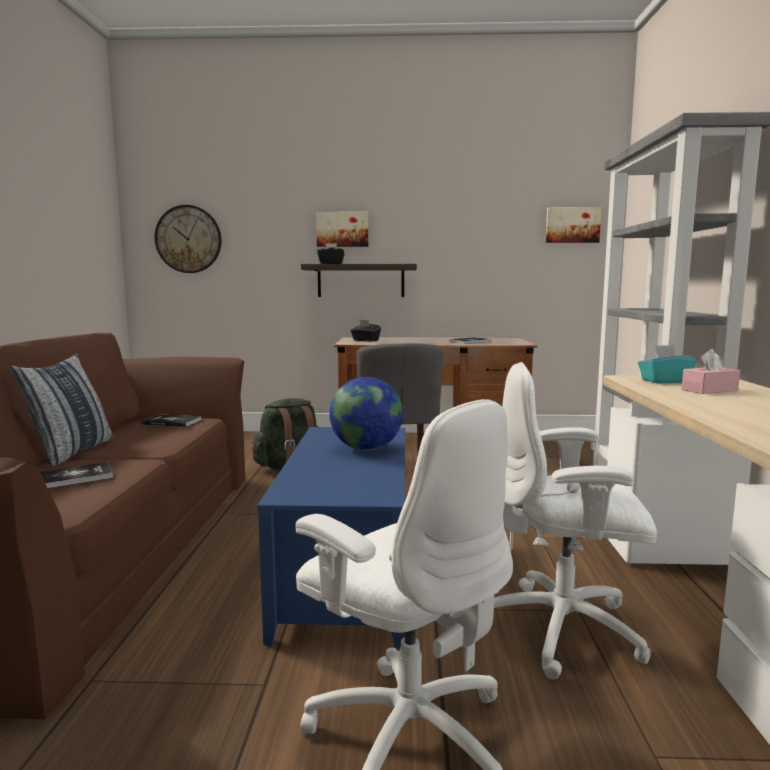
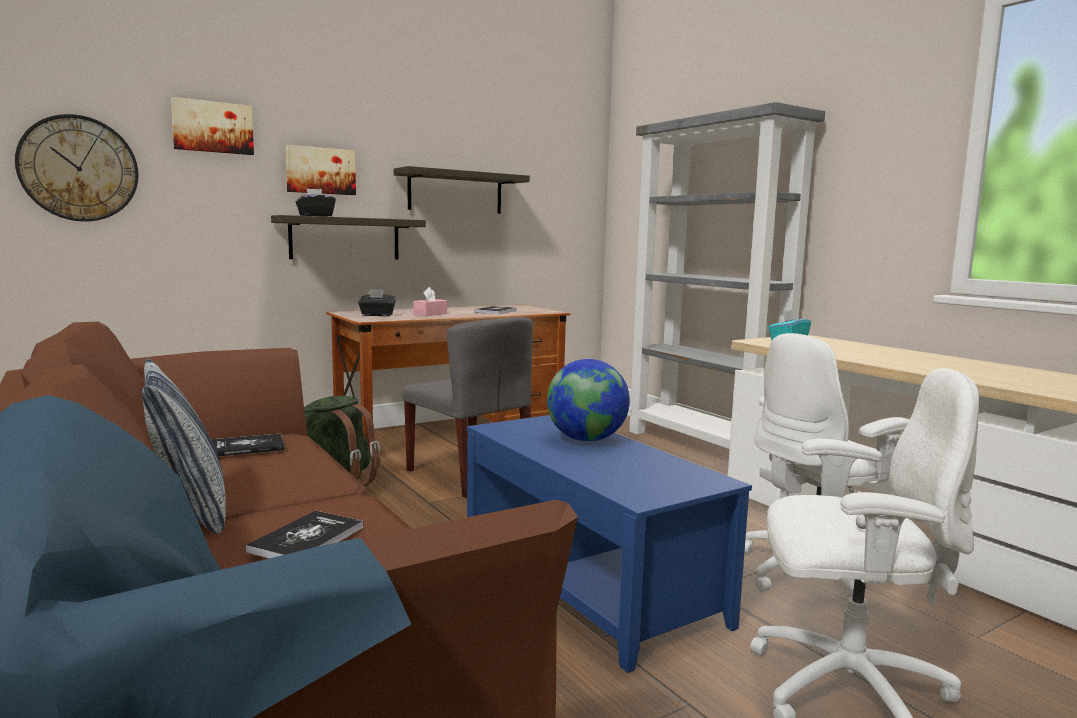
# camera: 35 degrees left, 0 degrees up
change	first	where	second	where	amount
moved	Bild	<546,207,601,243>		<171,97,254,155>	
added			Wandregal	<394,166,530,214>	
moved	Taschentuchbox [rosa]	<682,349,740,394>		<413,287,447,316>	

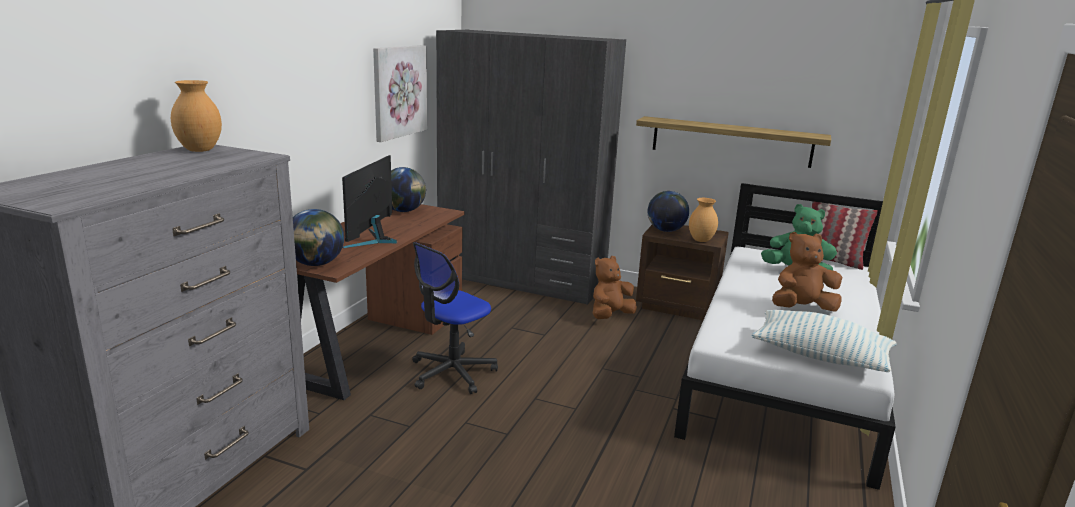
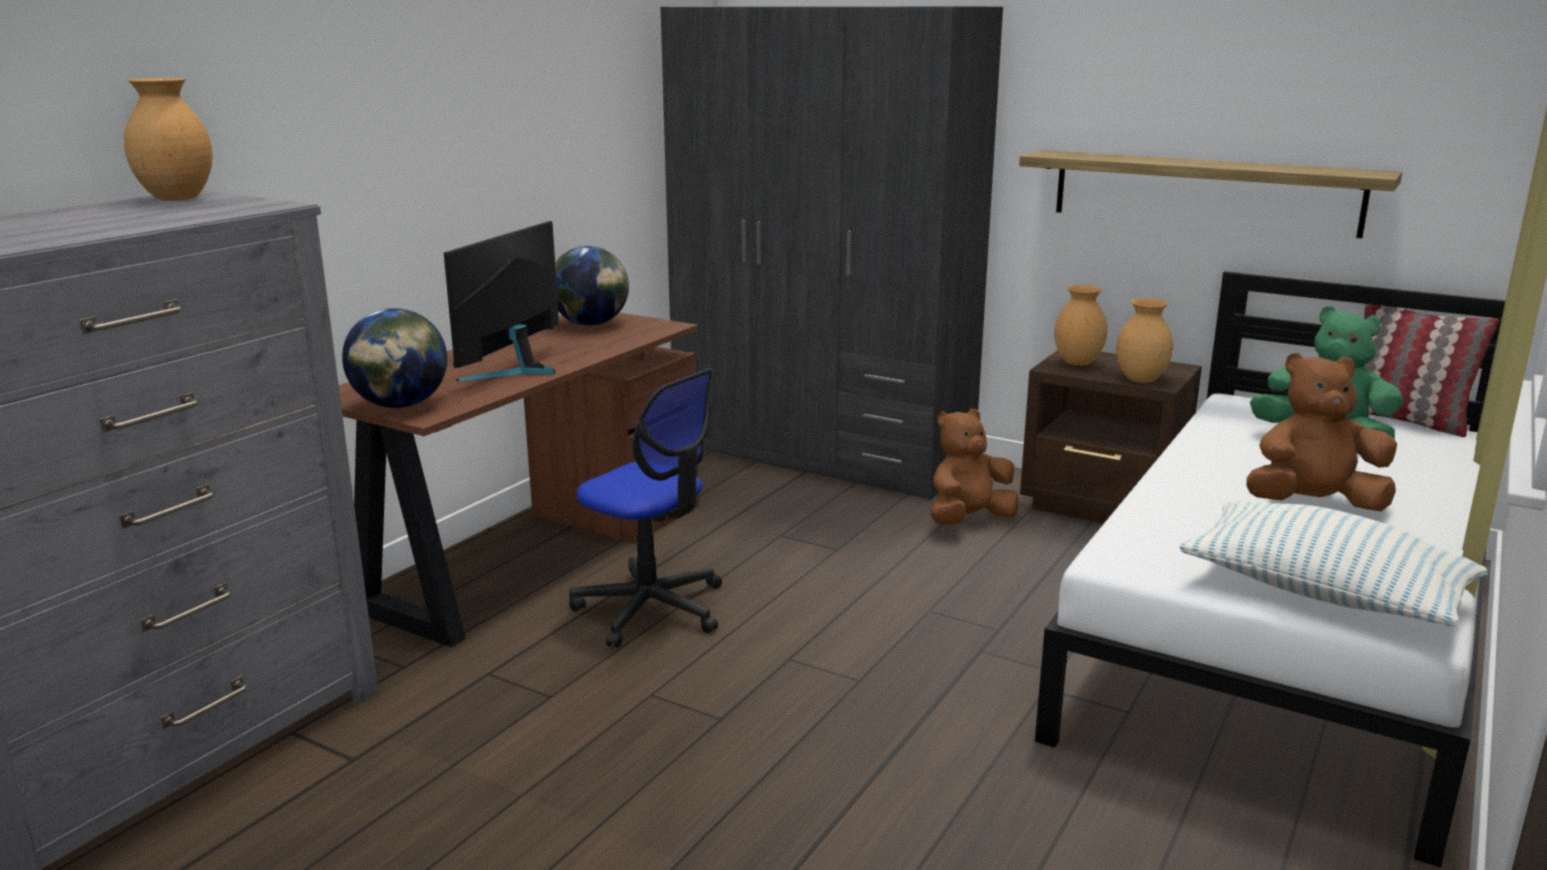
# camera: 10 degrees right, 0 degrees up
change	first	where	second	where	amount
turned	Bürostuhl	<412,242,498,394>		<569,369,722,647>	105 degrees counterclockwise
replaced	Globus	<648,191,689,232>	Vase [braun]	<1054,285,1108,366>	
removed	Bild	<373,45,427,142>			

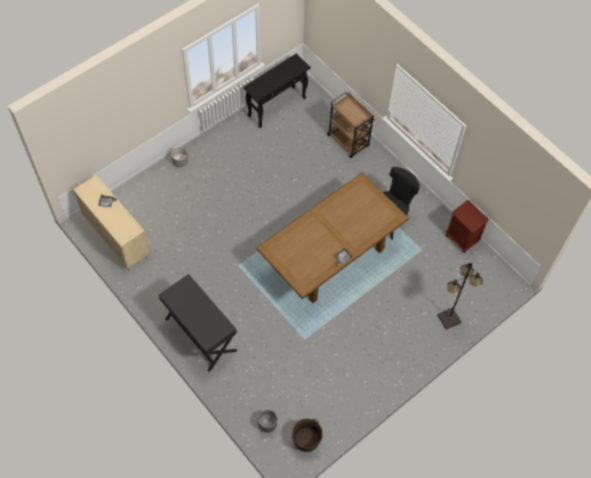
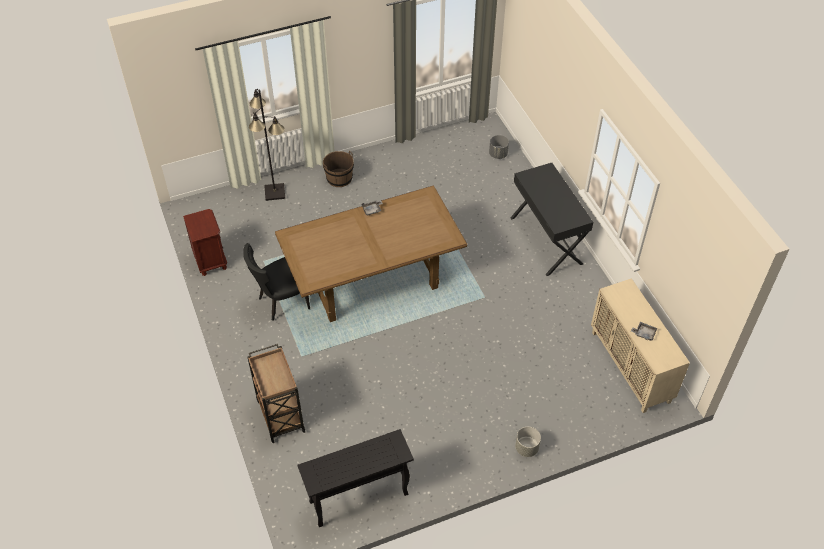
# camera: 160 degrees left, 10 degrees down
change	first	where	second	where	amount
moved	Eimer [braun]	<292,418,323,452>		<323,151,354,187>	

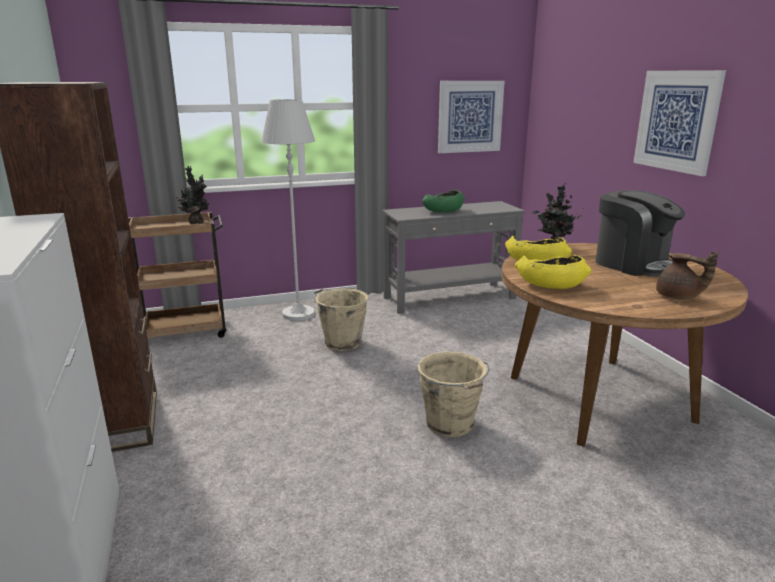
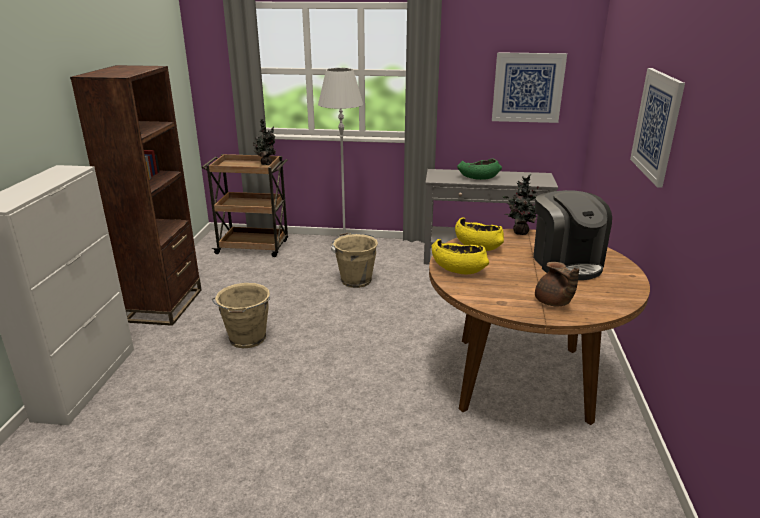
# camera: 25 degrees right, 5 degrees up
change	first	where	second	where	amount
moved	Eimer [beige]	<418,352,490,437>		<212,283,270,348>	

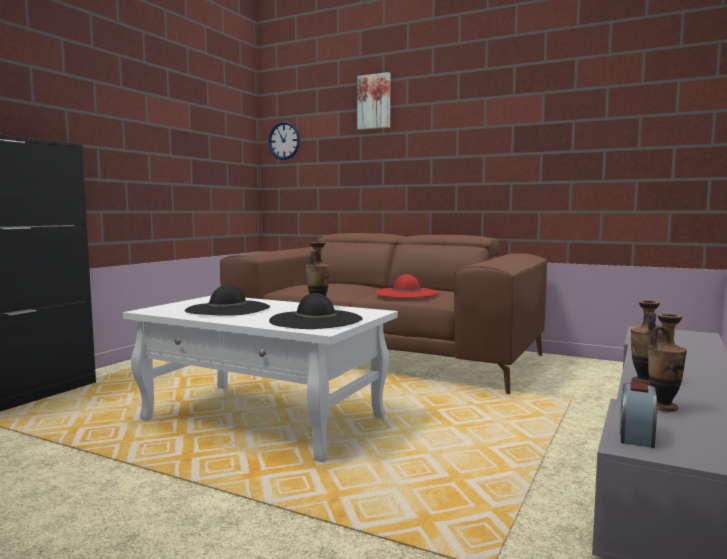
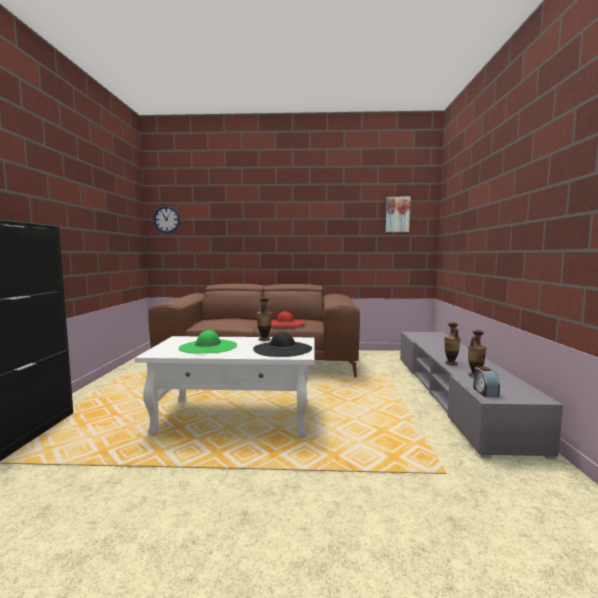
# camera: 25 degrees left, 0 degrees up
change	first	where	second	where	amount
recoloured	Hut [schwarz]	<184,285,270,316>	Hut [grün]	<179,330,237,353>	
moved	Bild	<357,72,390,130>		<386,197,410,232>	

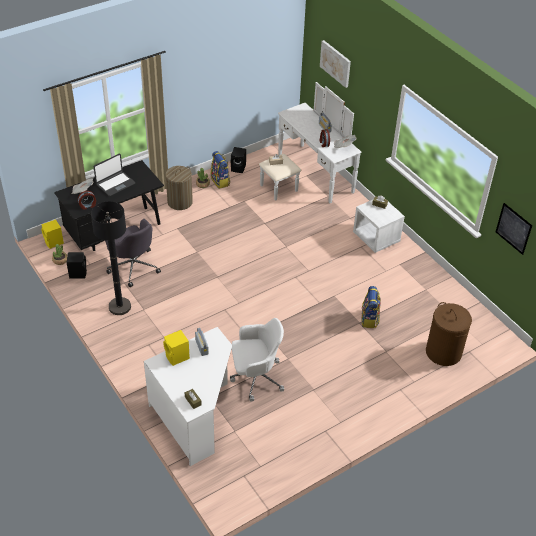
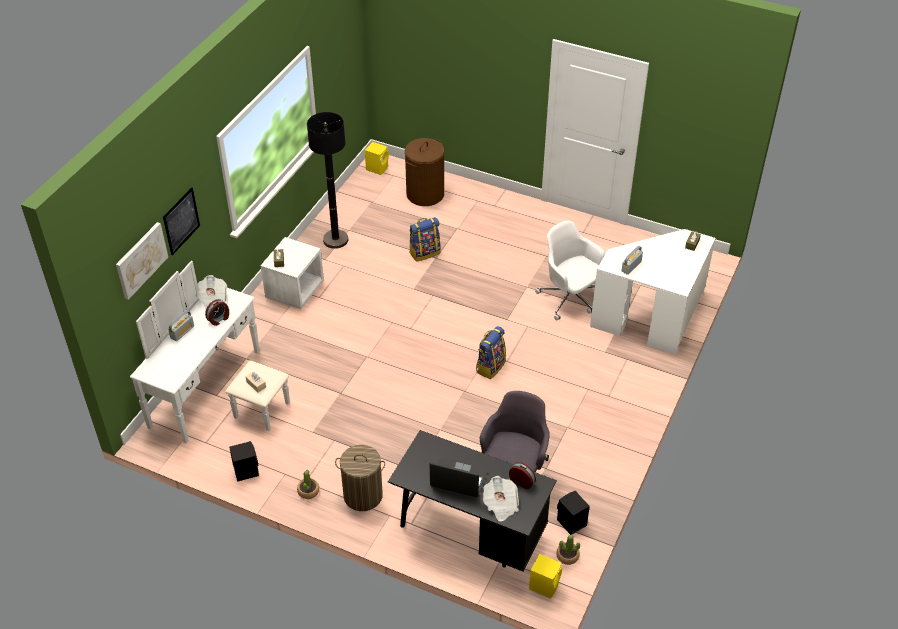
# camera: 120 degrees left, 0 degrees up
change	first	where	second	where	amount
moved	Bild	<496,203,532,255>		<163,188,200,255>	
moved	Stehlampe [schwarz]	<91,201,131,315>		<307,112,348,249>	
moved	Lautsprecher [gelb]	<163,330,190,366>		<365,142,389,175>	
moved	Rucksack	<211,151,230,189>		<476,326,506,379>	

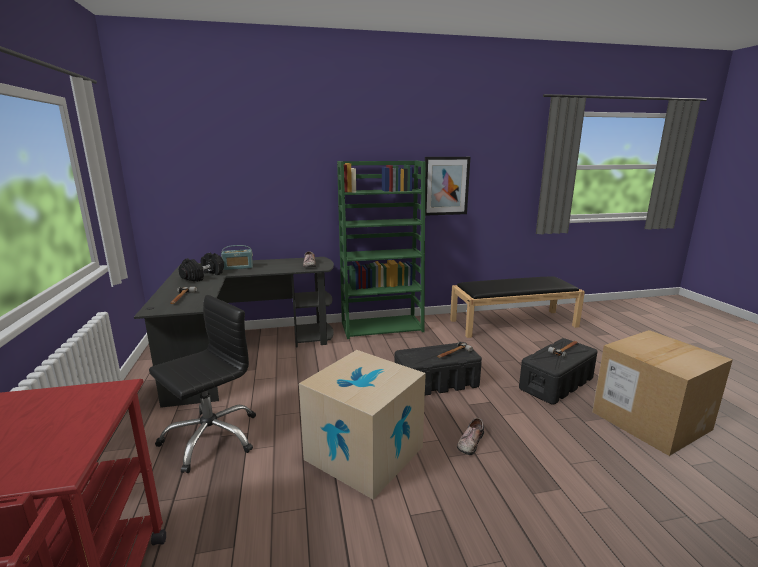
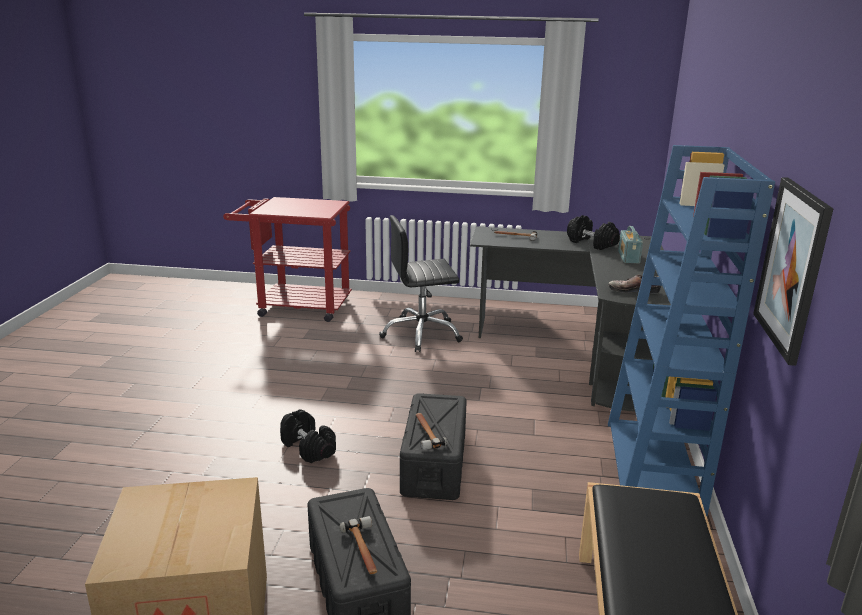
# camera: 110 degrees right, 5 degrees up
change	first	where	second	where	amount
replaced	Schuh	<457,418,484,455>	Hantel [schwarz]	<280,409,336,463>	
turned	Bürostuhl [schwarz]	<149,295,256,473>		<379,215,463,352>	105 degrees clockwise
recoloured	Bücherregal [grün]	<337,161,425,339>	Bücherregal [blau]	<608,145,775,516>	
removed	Karton	<299,350,426,500>			

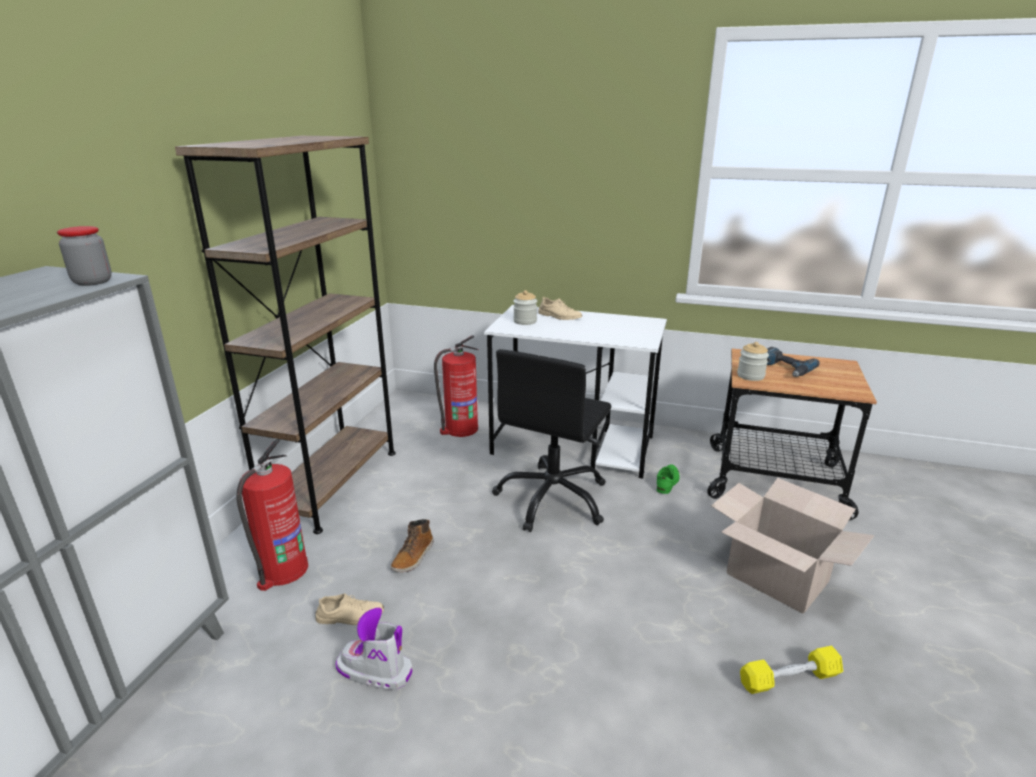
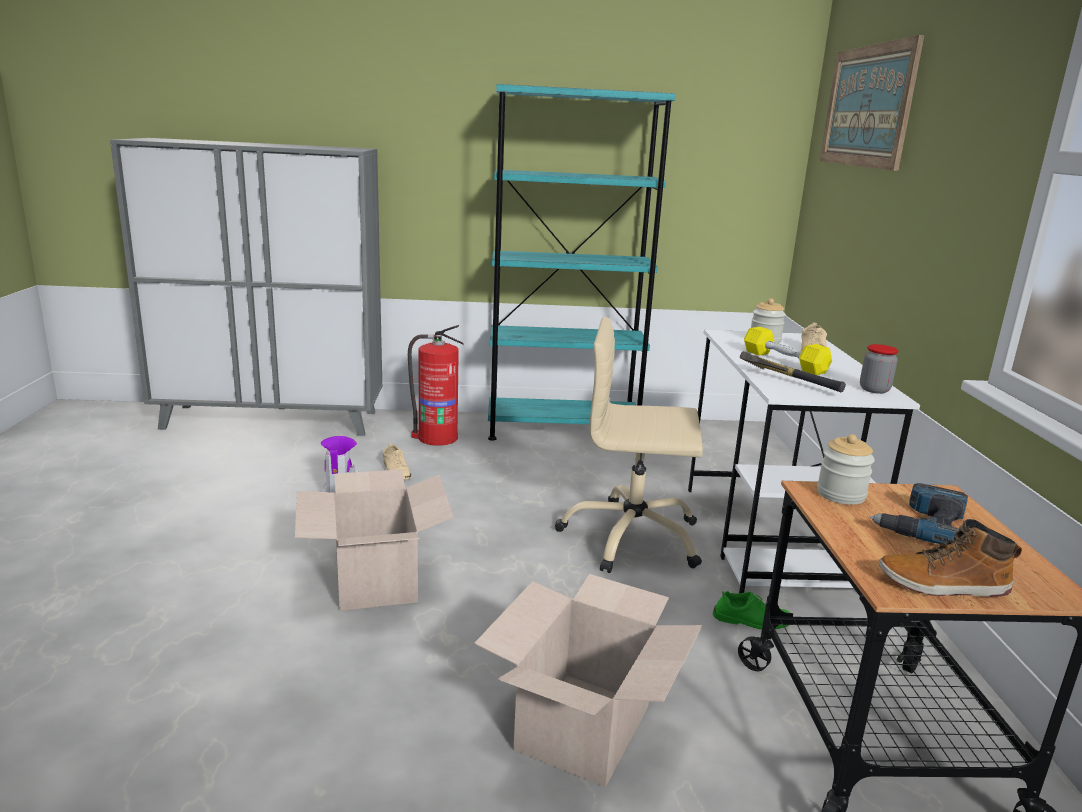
# camera: 70 degrees right, 5 degrees down
change	first	where	second	where	amount
added			Karton	<295,469,454,611>	
recoloured	Bücherregal [braun]	<175,136,396,534>	Bücherregal [türkis]	<488,84,676,441>	
recoloured	Bürostuhl [schwarz]	<492,349,611,532>	Bürostuhl [beige]	<555,317,703,573>	
added			Hammer	<740,351,846,392>	
moved	Hantel [gelb]	<740,646,843,694>		<744,327,832,375>	
added			Bild	<820,35,924,171>	
moved	Vorratsglas	<57,226,112,286>		<860,344,898,394>	
moved	Stiefel	<391,519,434,572>		<879,519,1022,597>	
removed	Feuerlöscher	<434,335,479,437>			

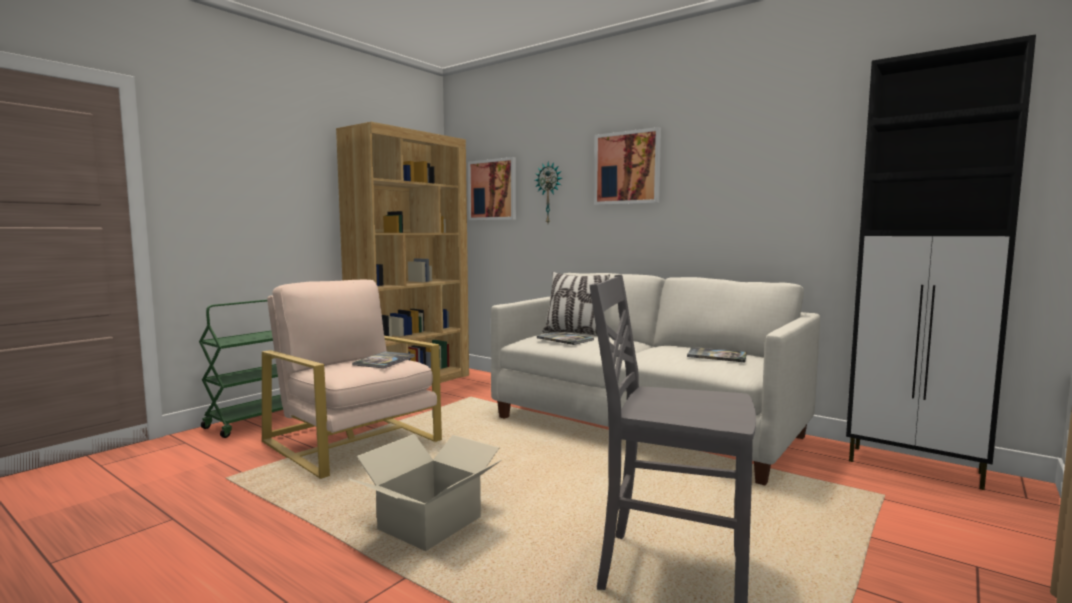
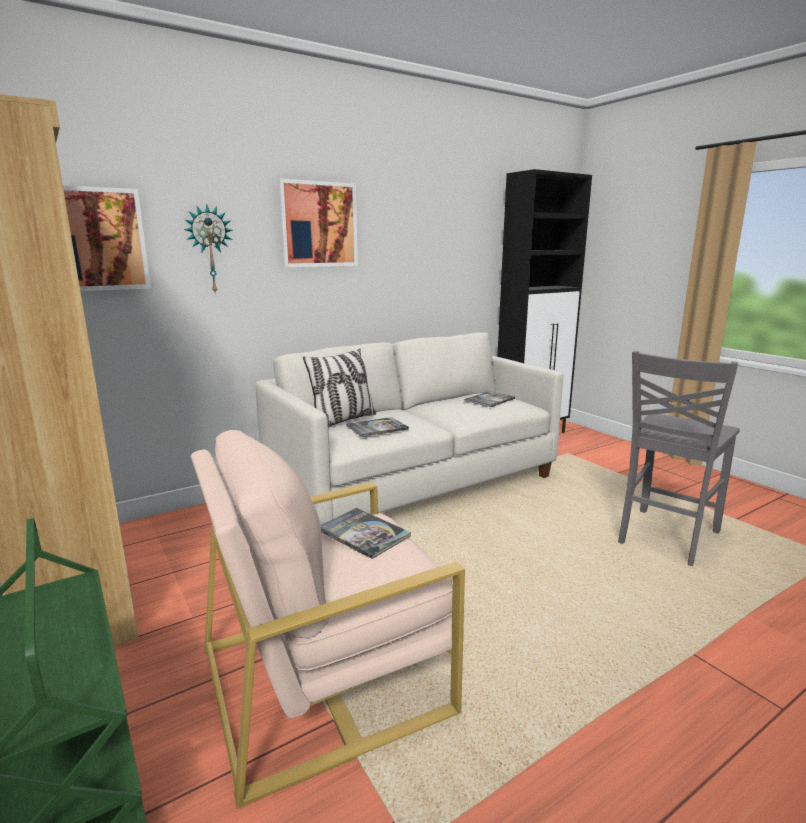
# camera: 70 degrees left, 10 degrees up
change	first	where	second	where	amount
removed	Karton	<349,434,502,551>			

